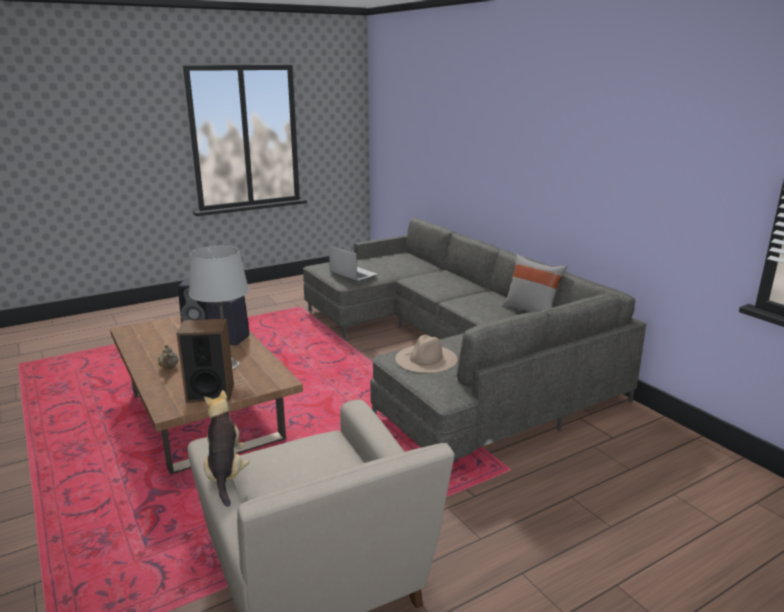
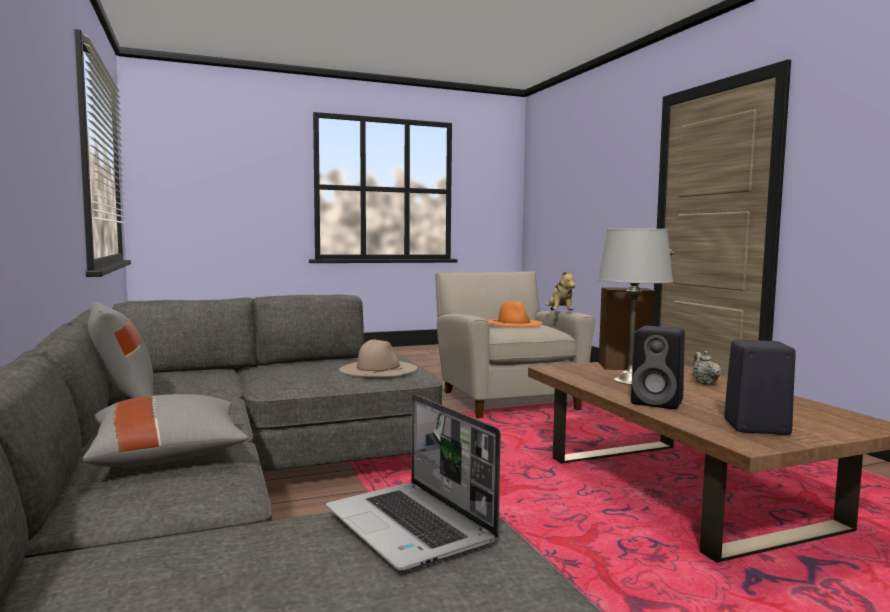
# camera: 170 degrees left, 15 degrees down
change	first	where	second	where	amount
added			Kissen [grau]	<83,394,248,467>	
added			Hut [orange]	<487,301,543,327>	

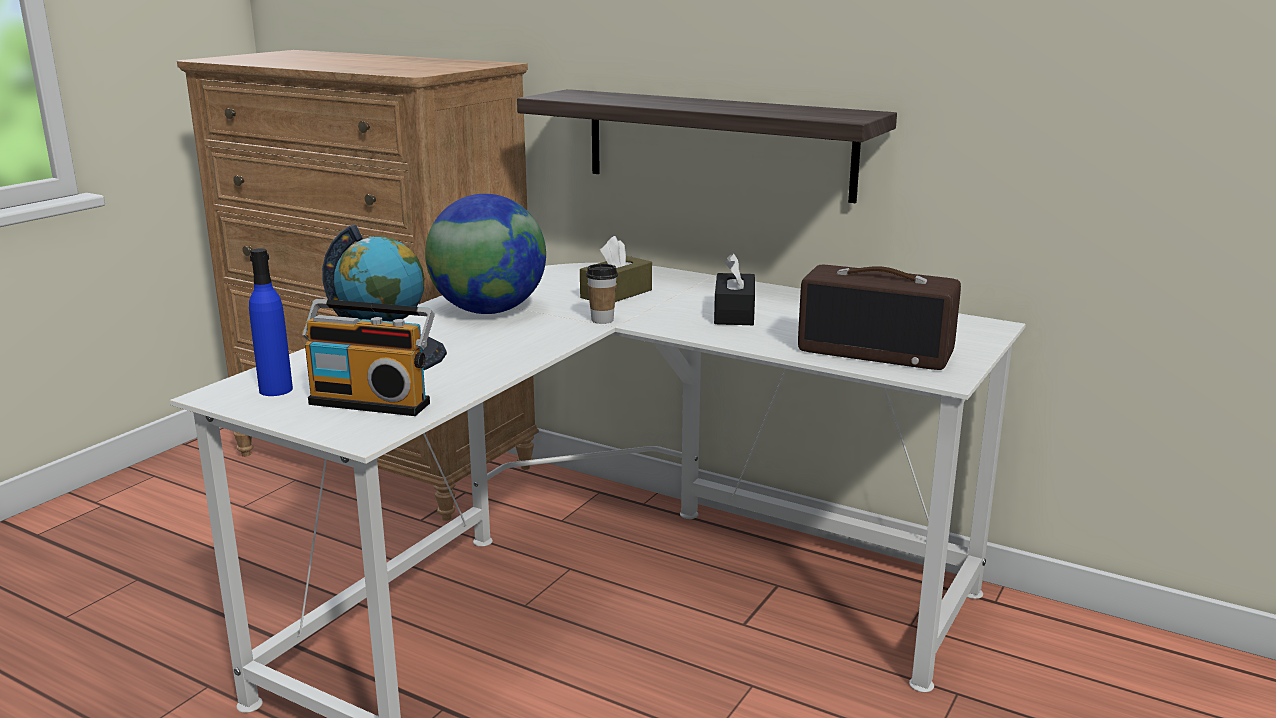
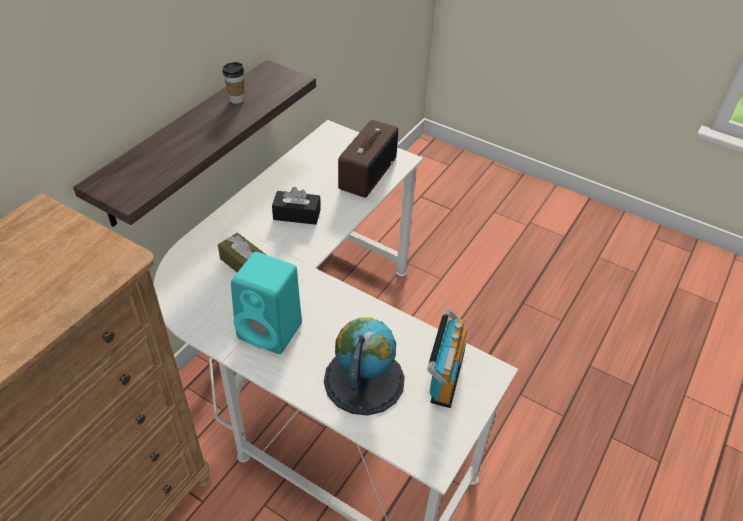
# camera: 90 degrees left, 25 degrees up
change	first	where	second	where	amount
moved	Tasse	<586,264,618,324>		<223,62,244,104>	
replaced	Globus	<425,194,546,314>	Lautsprecher [türkis]	<231,252,302,354>	
removed	Flasche [blau]	<249,248,293,396>			

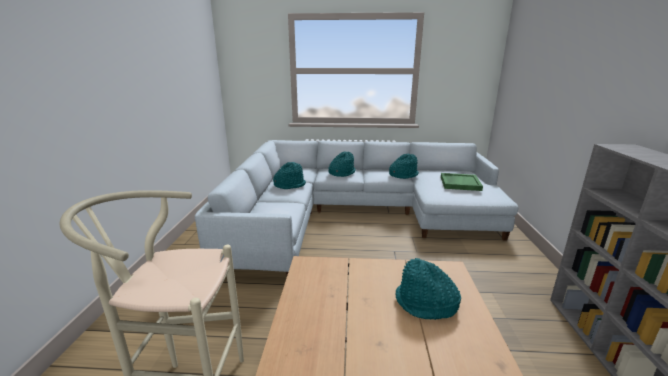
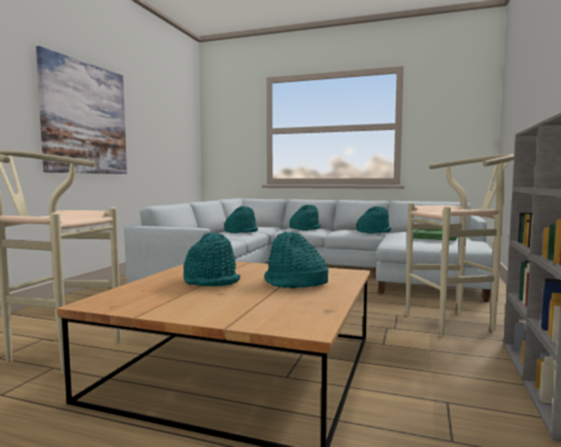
# camera: 15 degrees right, 15 degrees down
change	first	where	second	where	amount
added			Bild	<36,46,127,174>	
added			Hut [türkis]	<183,232,240,286>	
added			Hocker [beige]	<406,154,514,338>	

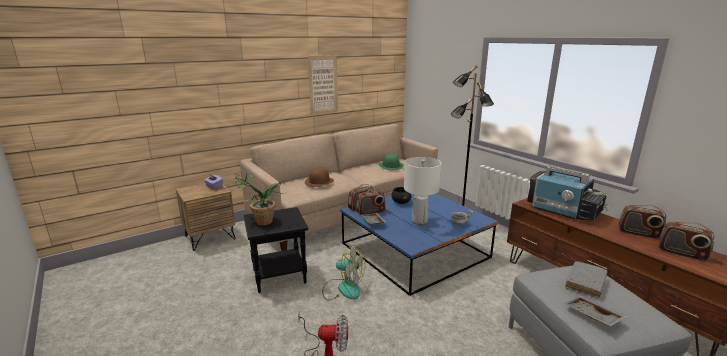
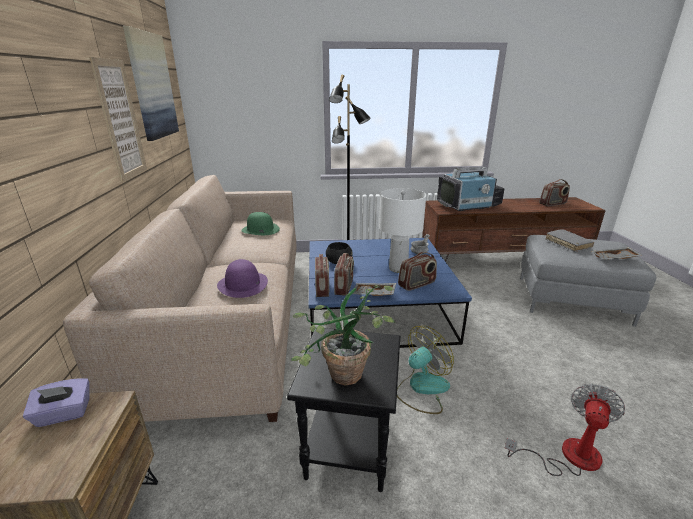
# camera: 60 degrees left, 5 degrees up
change	first	where	second	where	amount
added			Bild	<123,26,179,141>	
recoloured	Hut [braun]	<305,167,334,187>	Hut [lila]	<217,259,268,298>	
moved	Radio	<619,205,666,239>		<398,252,437,291>	

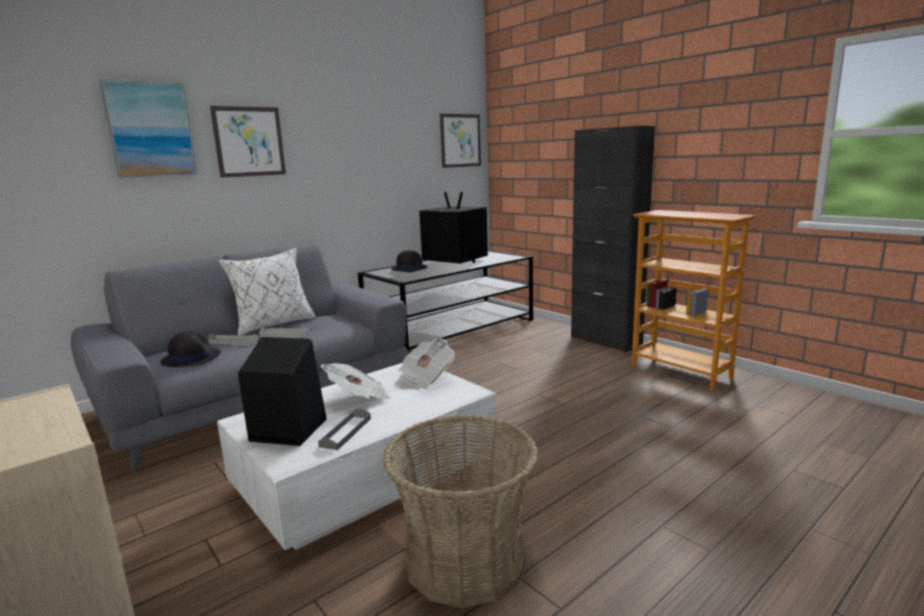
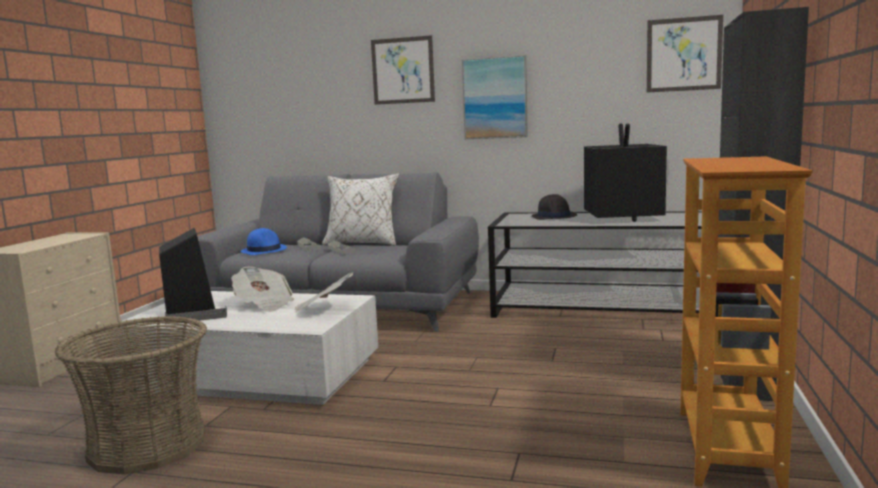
# camera: 55 degrees right, 5 degrees down
change	first	where	second	where	amount
recoloured	Hut [schwarz]	<160,331,221,367>	Hut [blau]	<241,228,287,255>	
moved	Bild	<99,79,198,178>		<462,55,528,139>	

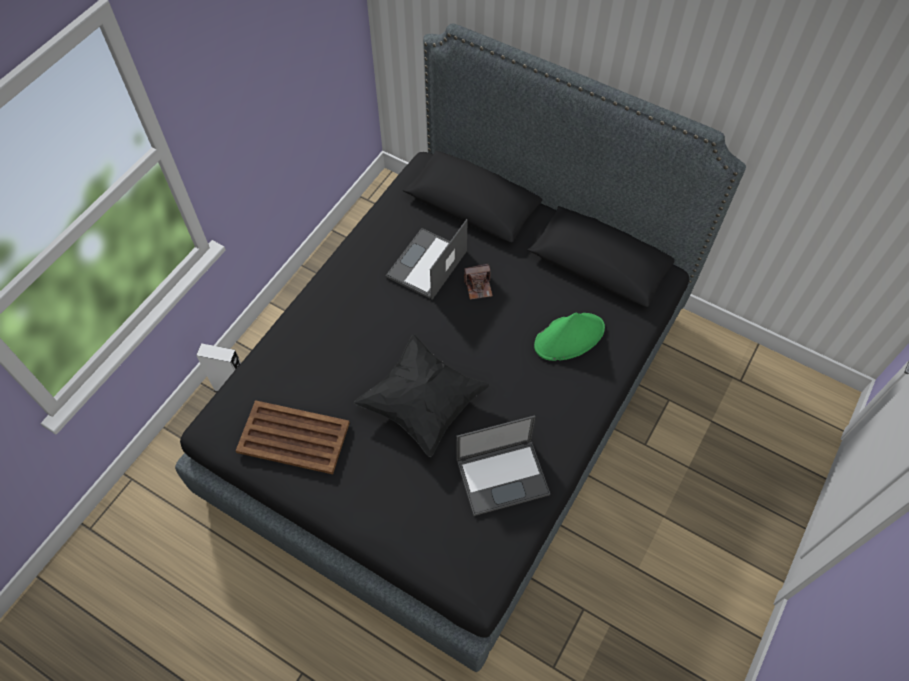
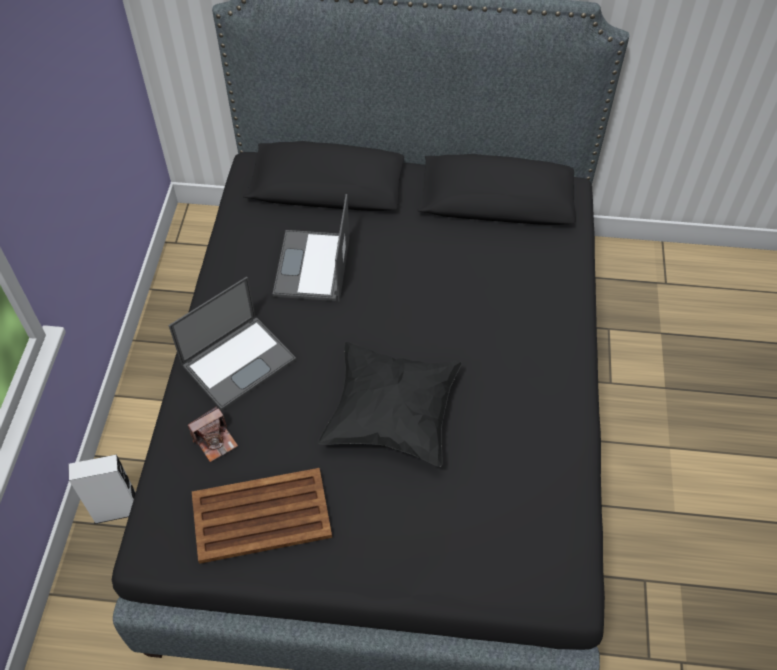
# camera: 25 degrees left, 5 degrees down
change	first	where	second	where	amount
moved	Laptop	<456,415,550,516>		<168,277,296,411>	
moved	Kamera	<464,264,493,299>		<188,406,238,462>	
removed	Hut [grün]	<534,313,605,361>			

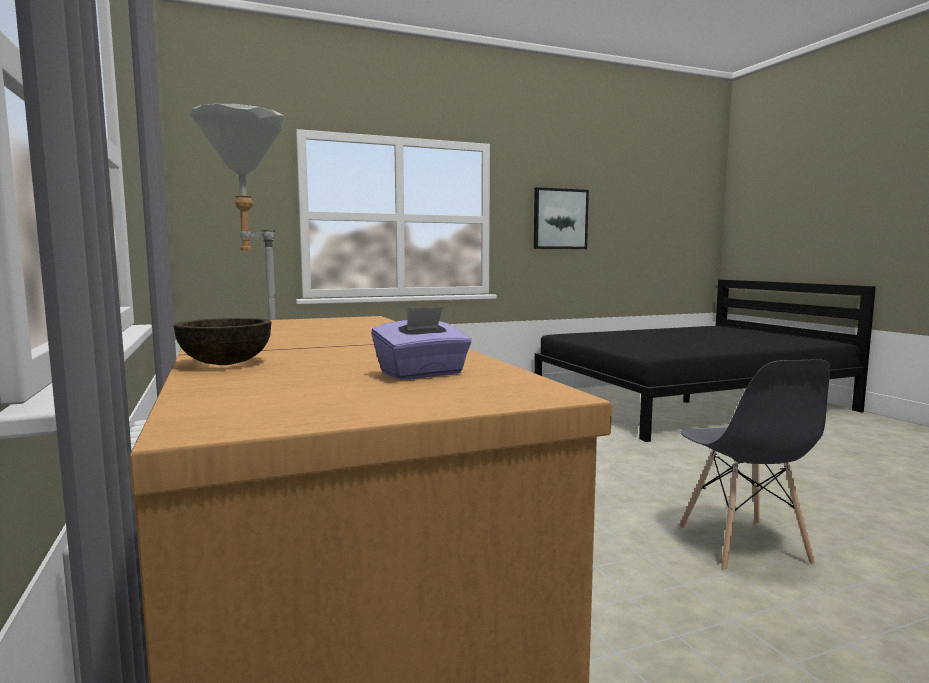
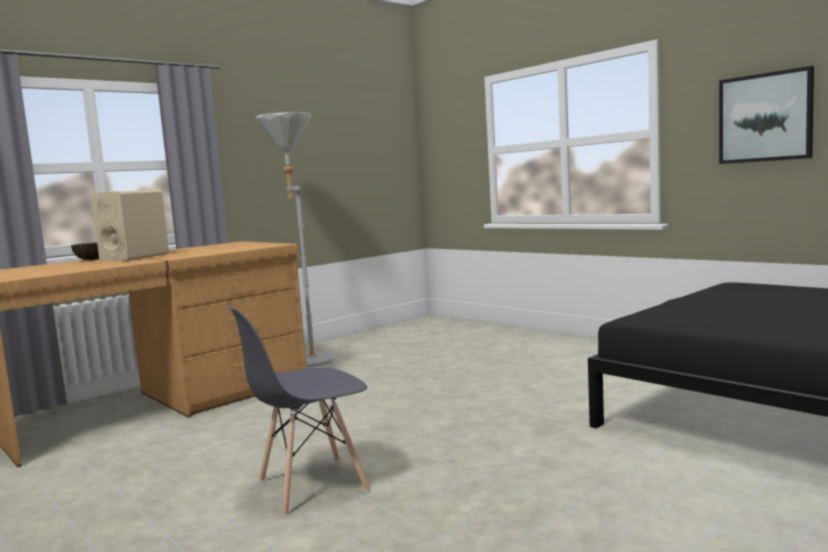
# camera: 70 degrees right, 0 degrees up
change	first	where	second	where	amount
added			Lautsprecher [beige]	<91,190,169,261>	
removed	Taschentuchbox [lila]	<371,307,471,380>			

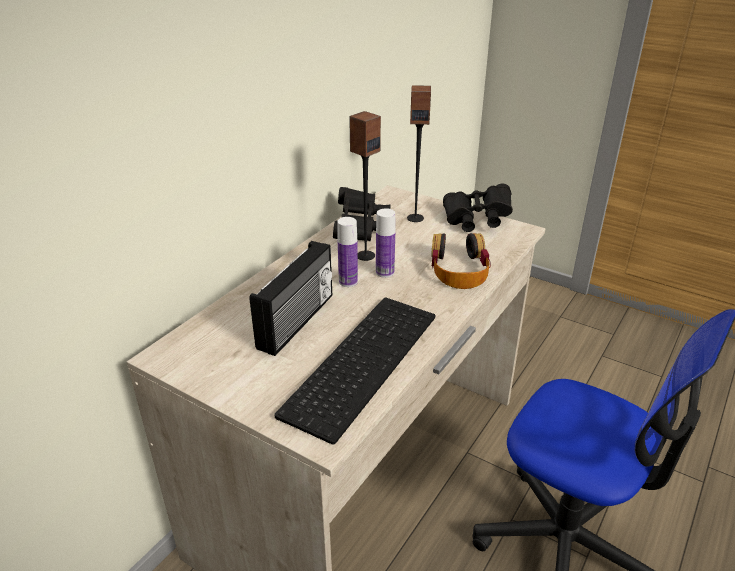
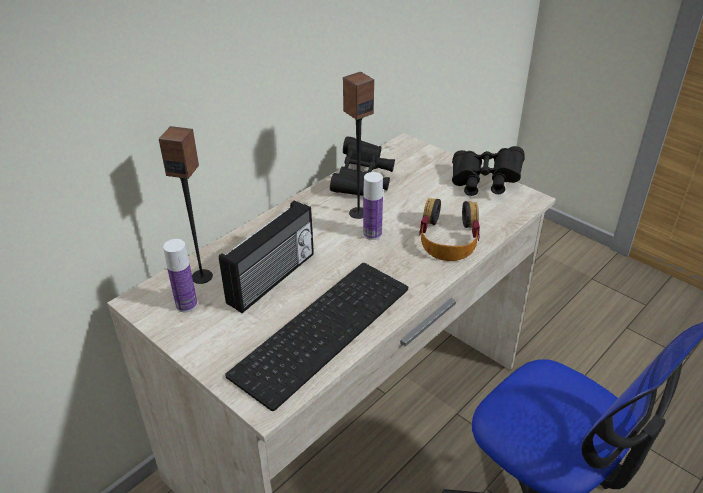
# camera: 10 degrees right, 5 degrees up
change	first	where	second	where	amount
moved	Lautsprecher	<407,85,431,222>		<159,126,213,284>	
moved	Flasche	<338,217,358,287>		<163,239,197,312>	

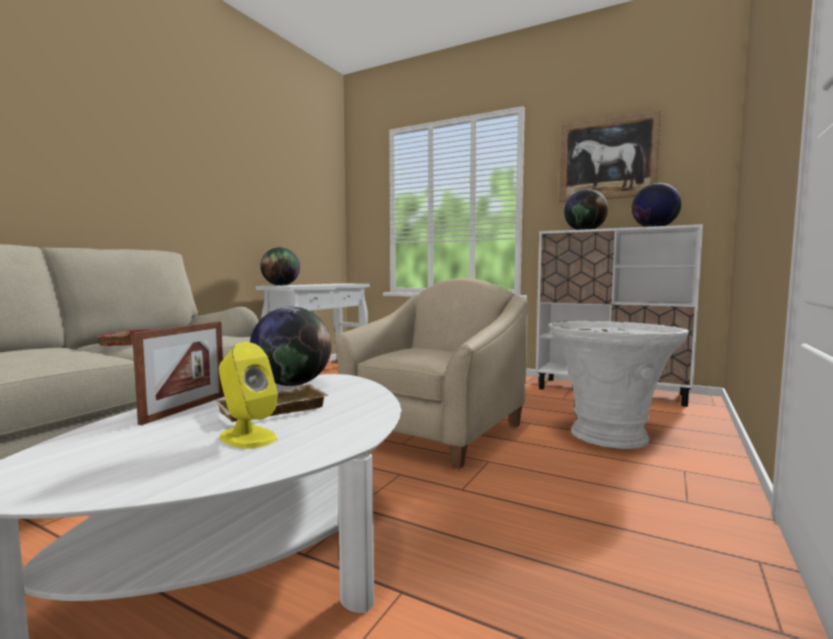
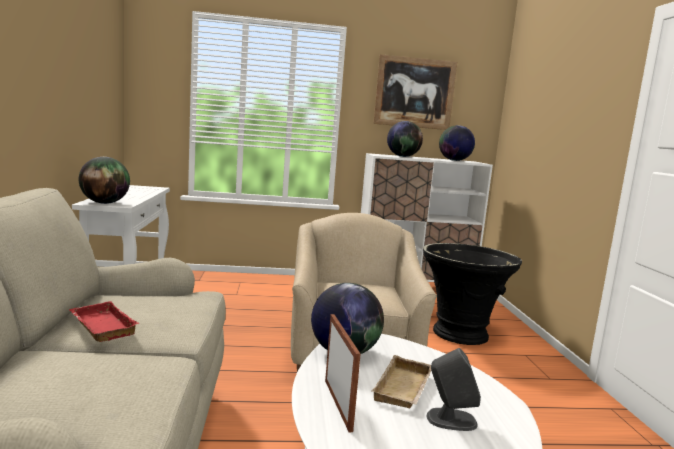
# camera: 35 degrees left, 5 degrees up
change	first	where	second	where	amount
recoloured	Pflanzkübel [weiß]	<549,320,689,449>	Pflanzkübel [schwarz]	<423,243,522,345>	
recoloured	Lautsprecher [gelb]	<219,342,278,449>	Lautsprecher [grau]	<427,348,481,431>	

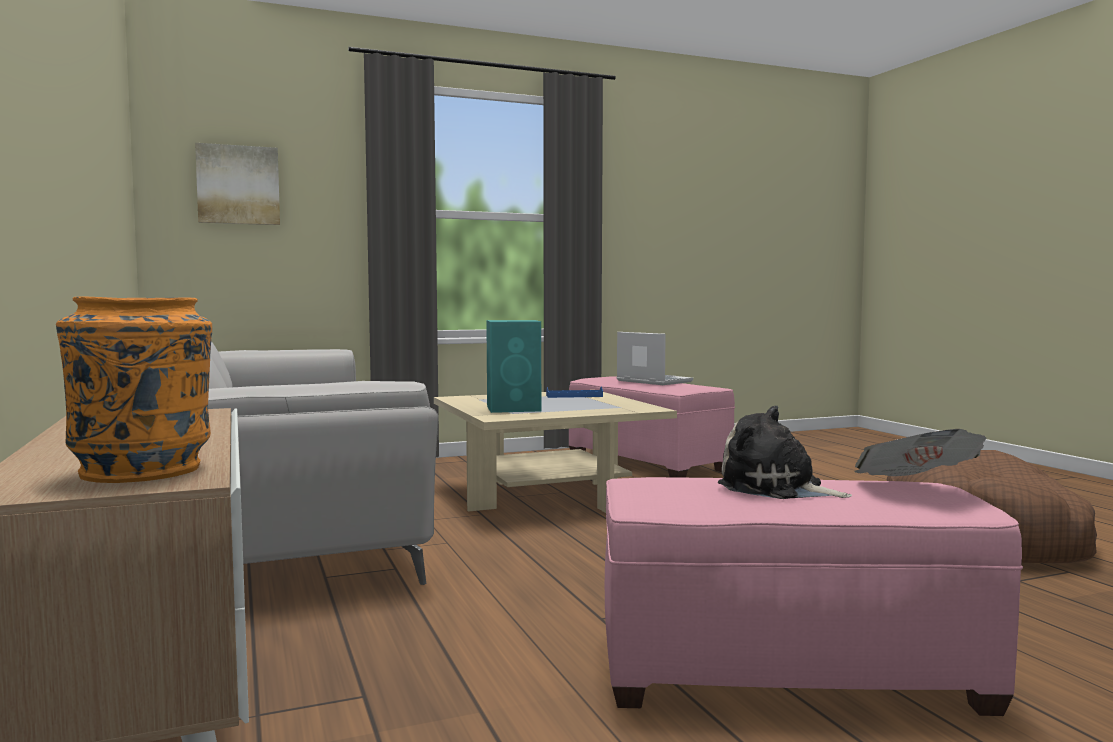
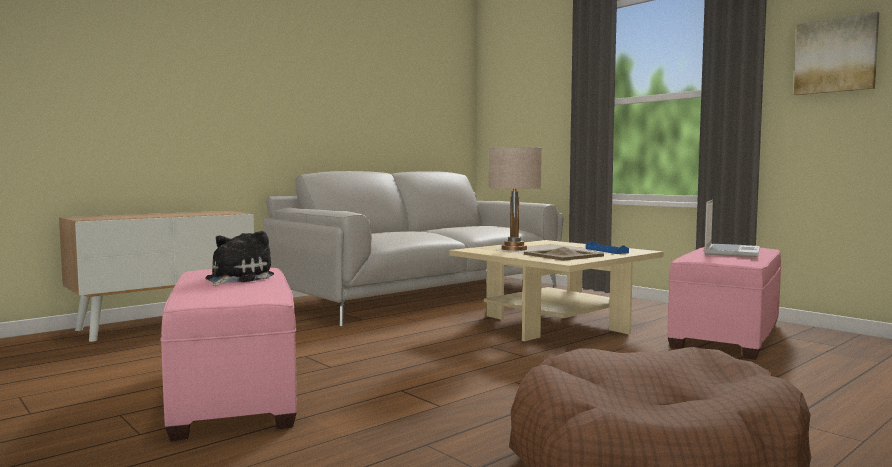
# camera: 70 degrees right, 0 degrees up
change	first	where	second	where	amount
replaced	Lautsprecher [türkis]	<486,320,541,413>	Tischlampe [beige]	<488,147,542,251>	
added			Tablett [beige]	<524,247,604,261>	
moved	Bild	<195,143,280,225>		<794,12,879,95>	
removed	Vase [orange]	<56,296,212,483>			
removed	Zeitung	<854,429,987,476>			

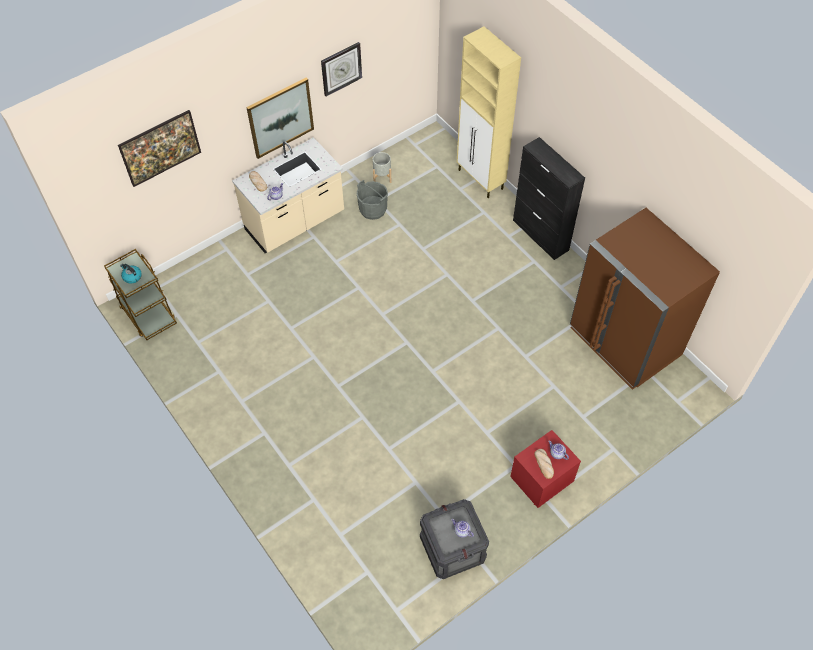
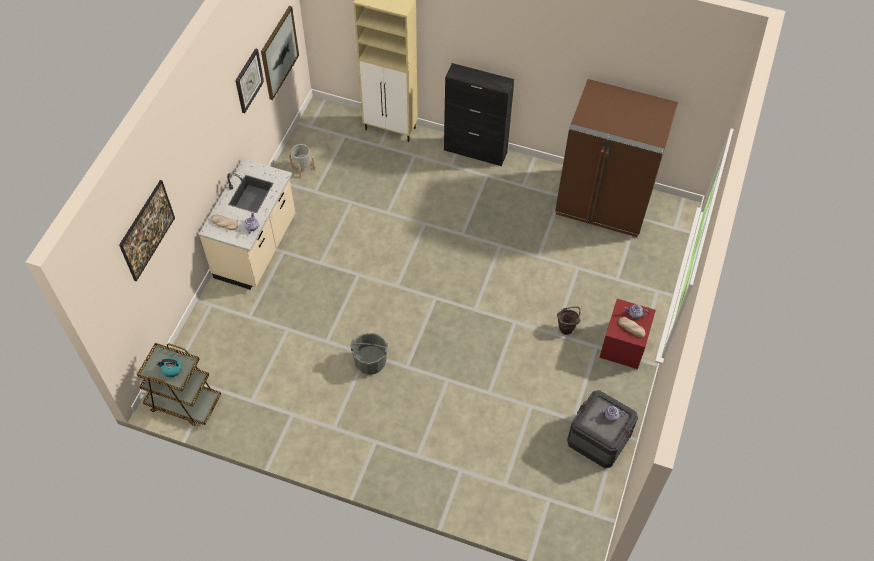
# camera: 35 degrees left, 0 degrees up
change	first	where	second	where	amount
moved	Bild	<246,78,314,159>		<261,6,299,100>	
moved	Eimer [grau]	<357,180,388,220>		<350,333,388,375>	
added			Eimer [braun]	<557,306,581,335>	

